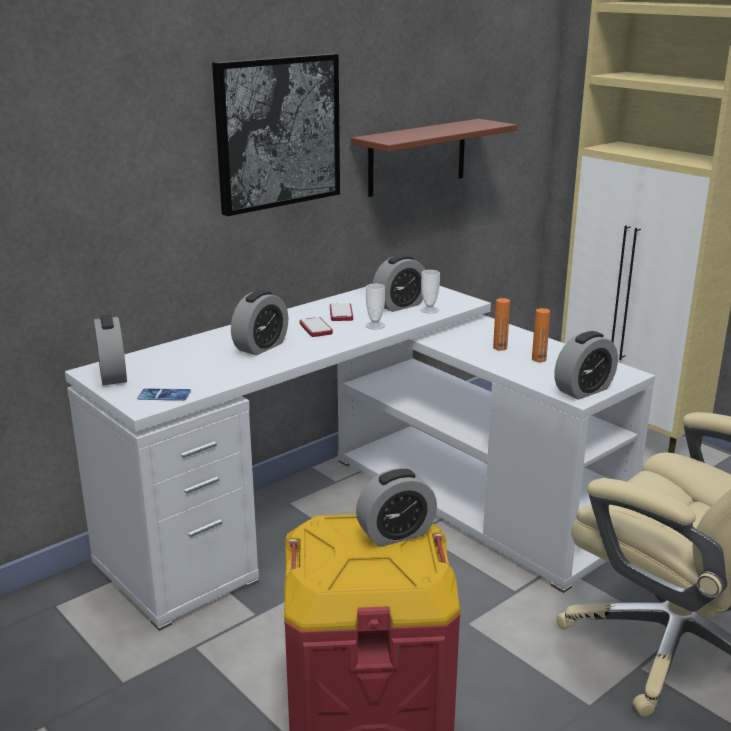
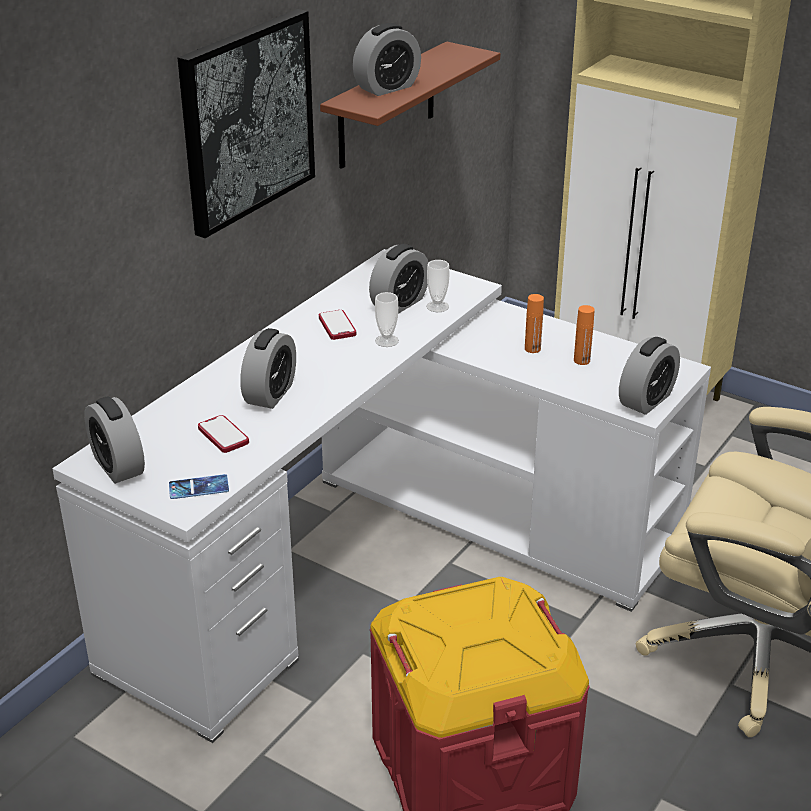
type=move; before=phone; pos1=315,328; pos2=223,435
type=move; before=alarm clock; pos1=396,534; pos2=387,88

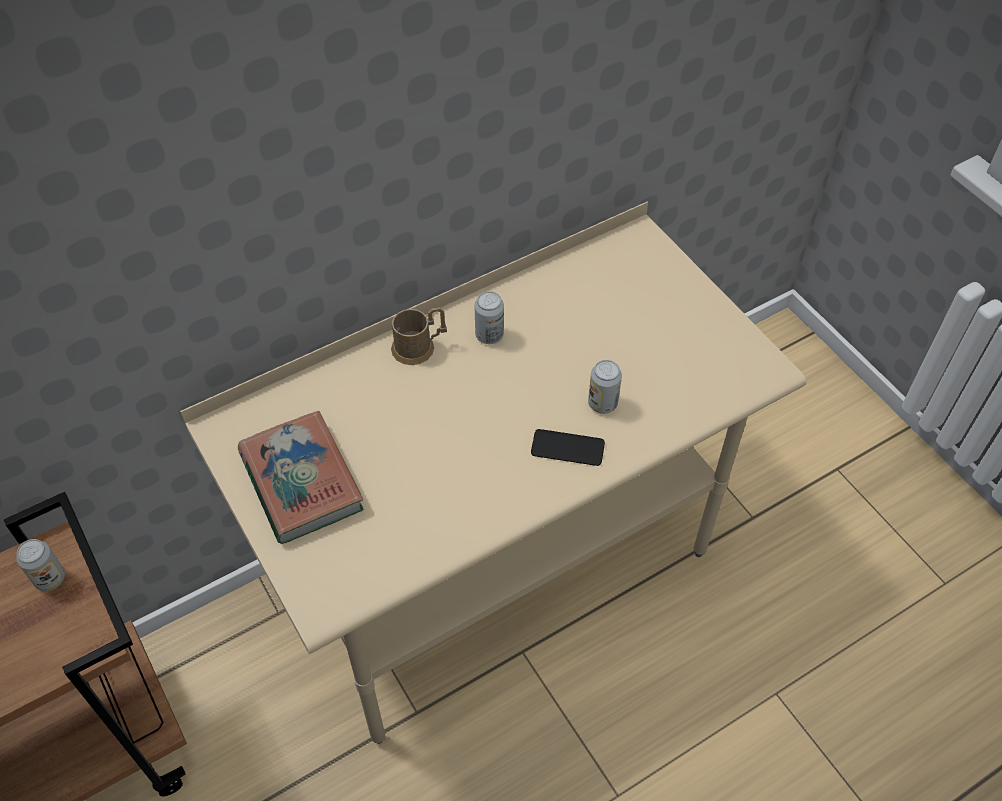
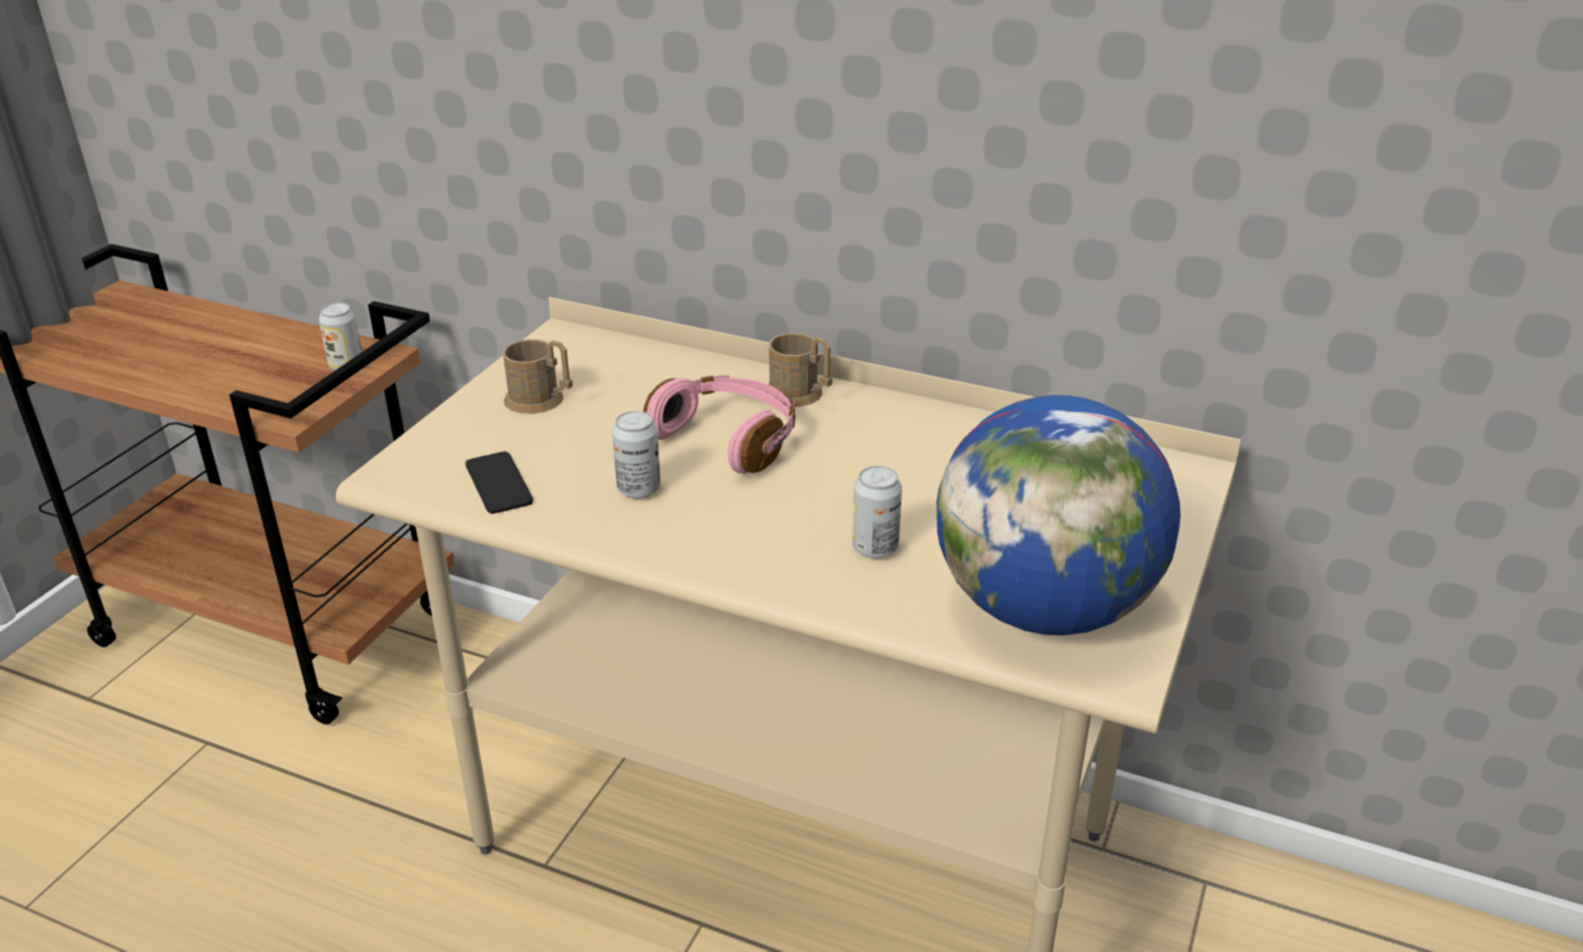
type=move; before=phone; pos1=567,448; pos2=499,483
type=replace; before=book; after=brown mug; pos1=301,481; pos2=541,401
type=move; before=can; pos1=489,335; pos2=639,489
type=insert; after=pink headphones; pos2=729,439
type=insert; after=globe; pos2=1045,609

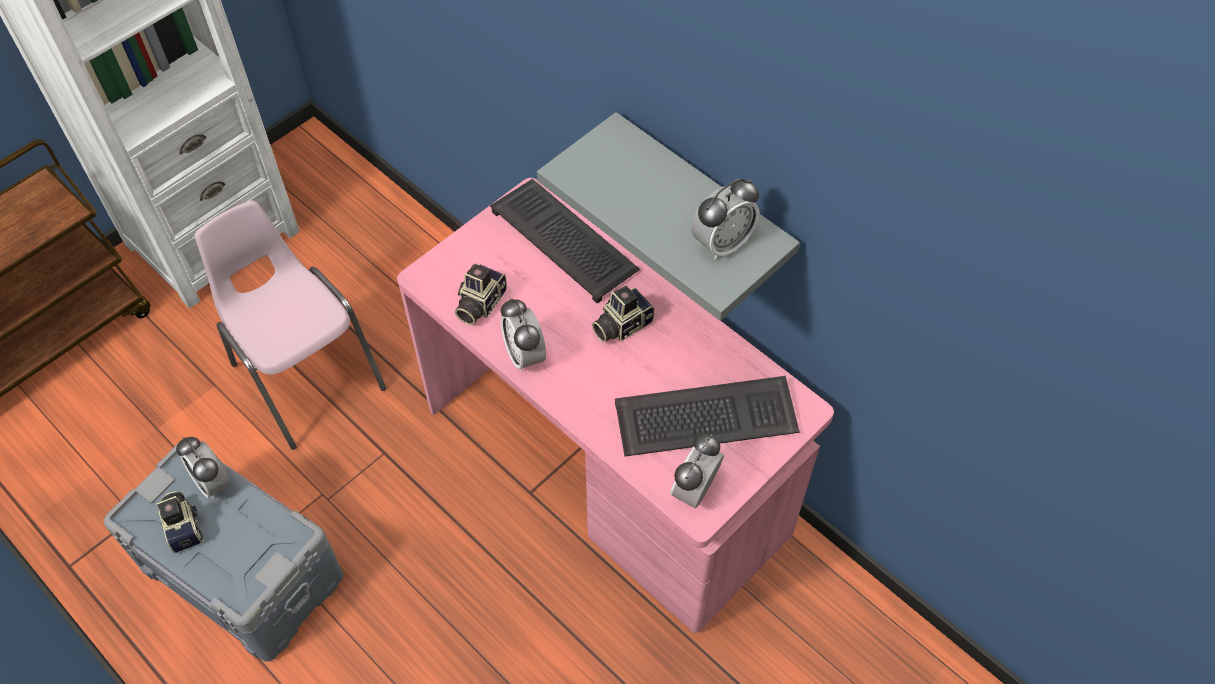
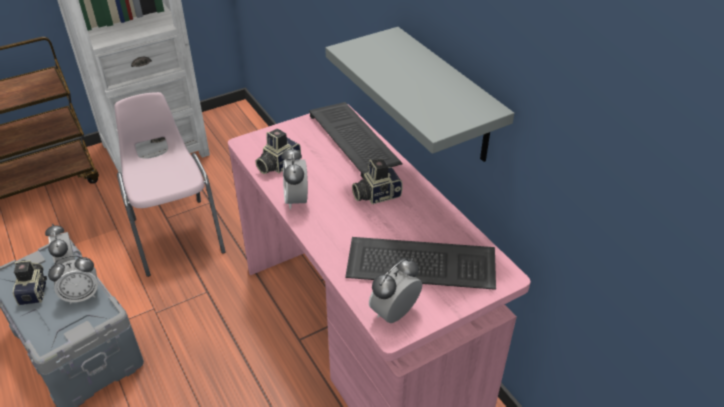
type=move; before=alarm clock; pos1=722,243; pos2=82,296

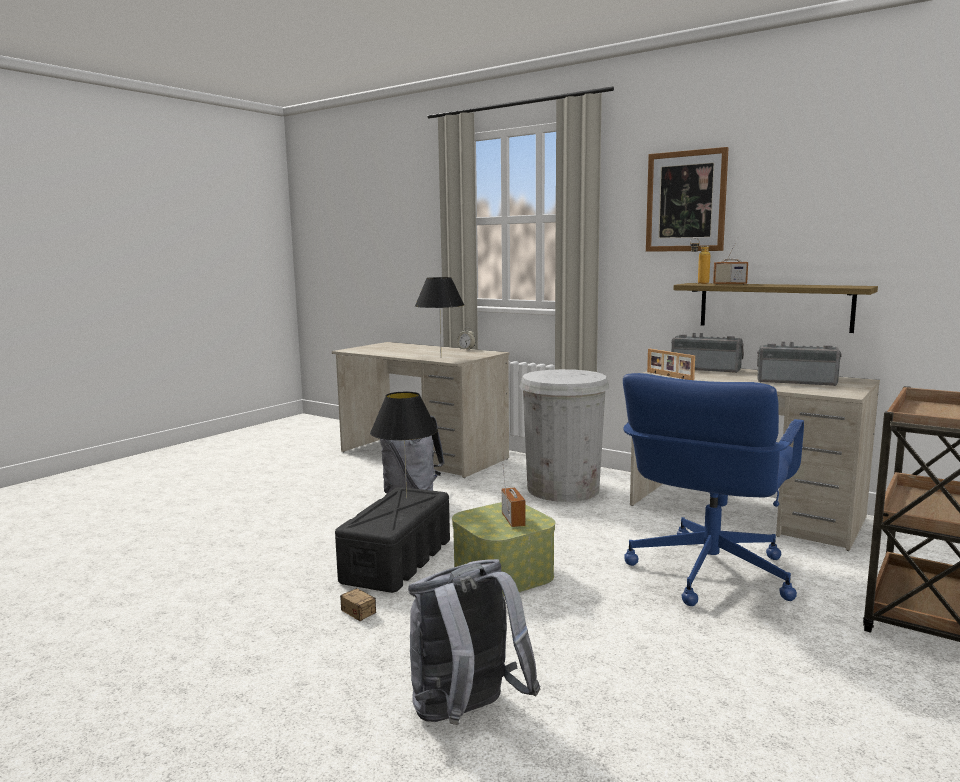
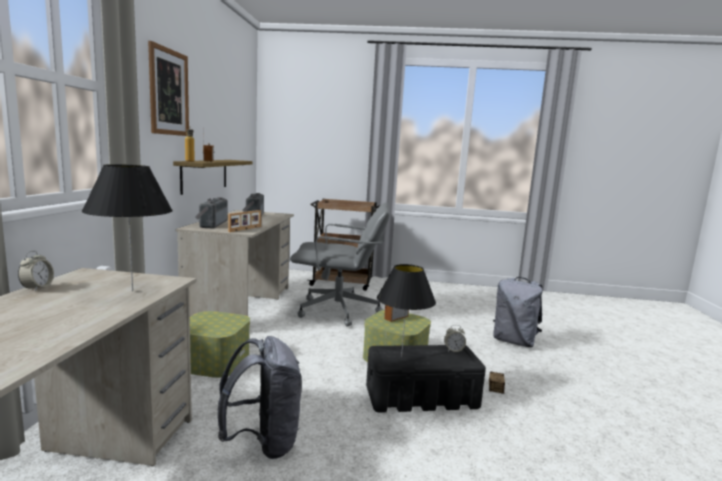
type=replace; before=white trash can; after=storage box; pos1=563,489; pos2=214,361
type=recolor; before=blue office chair; after=grey office chair; pos1=708,573; pos2=339,311
type=insert; after=alarm clock; pos2=453,350

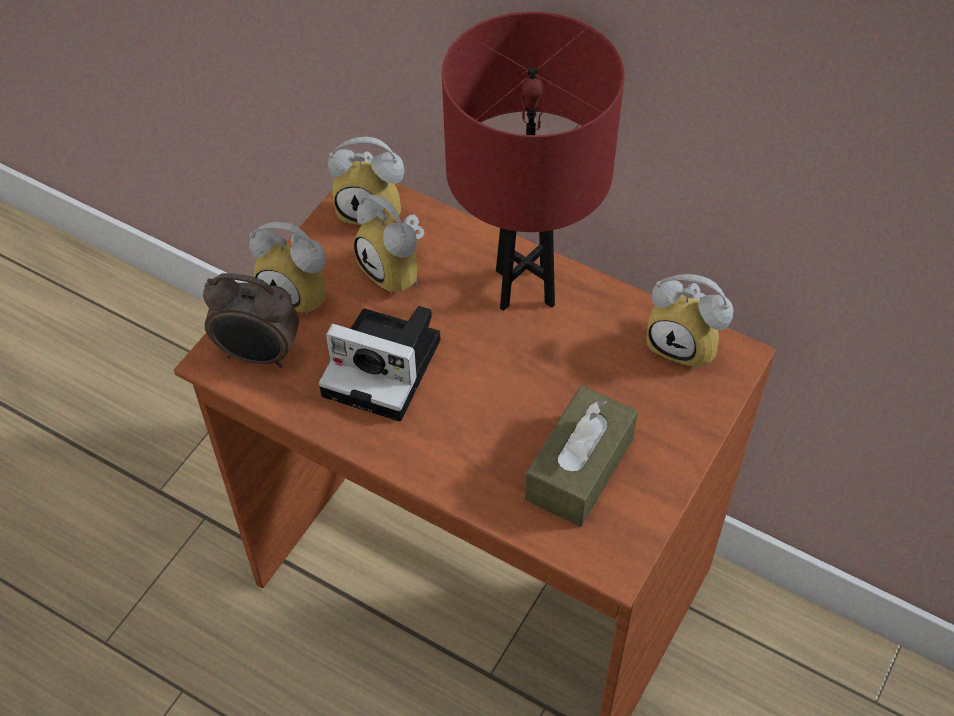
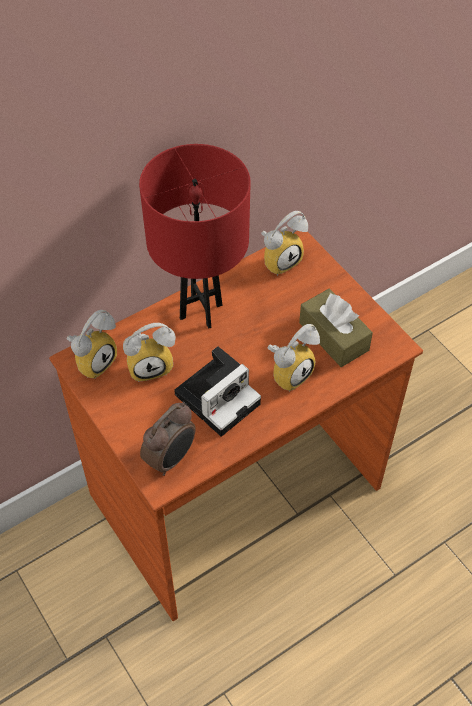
type=move; before=alarm clock; pos1=301,291; pos2=289,372

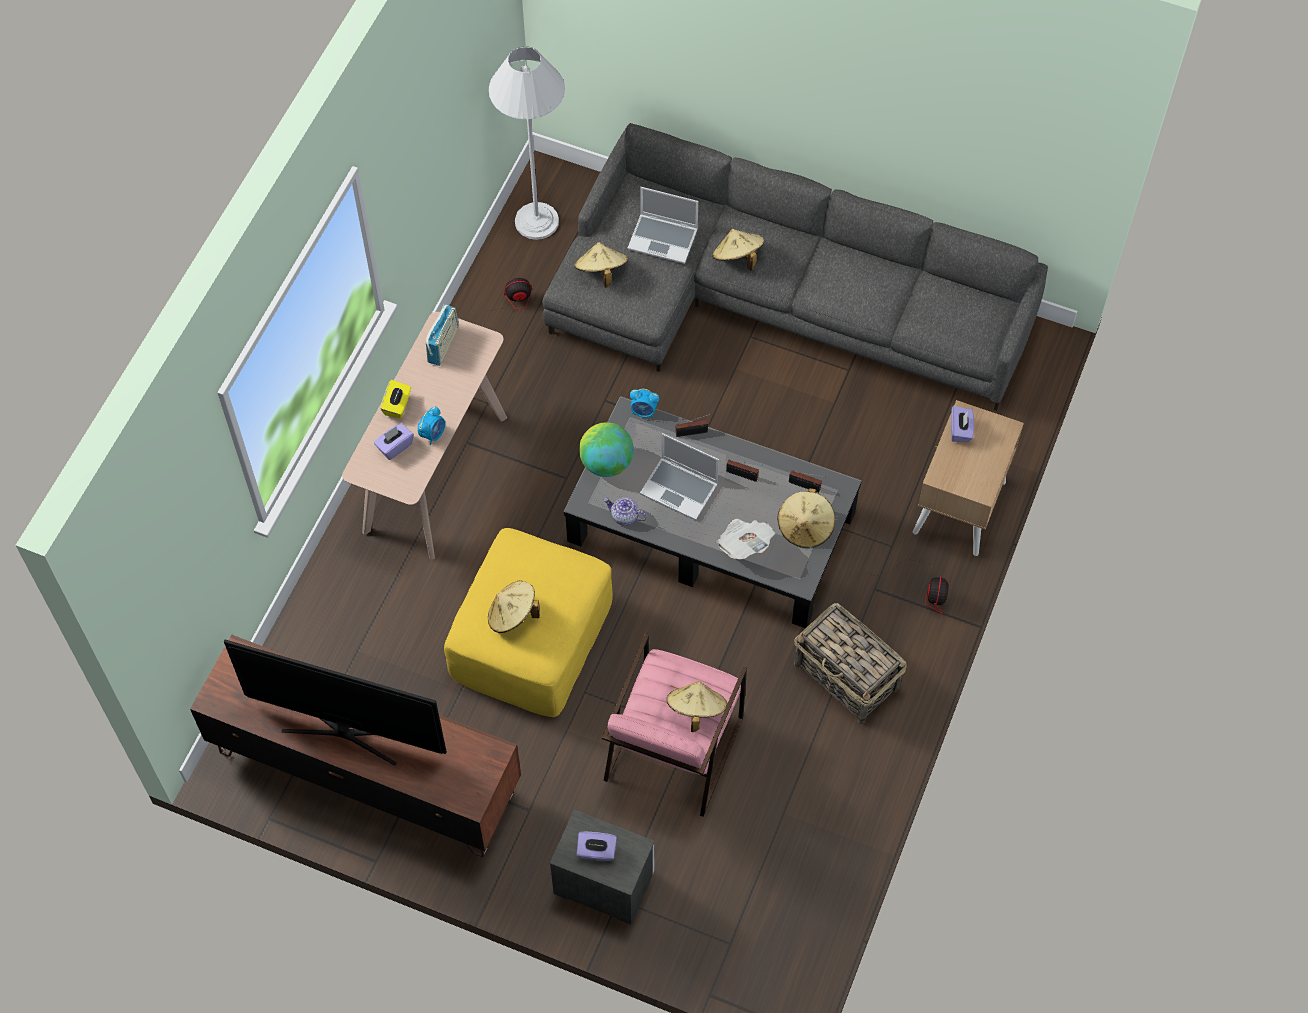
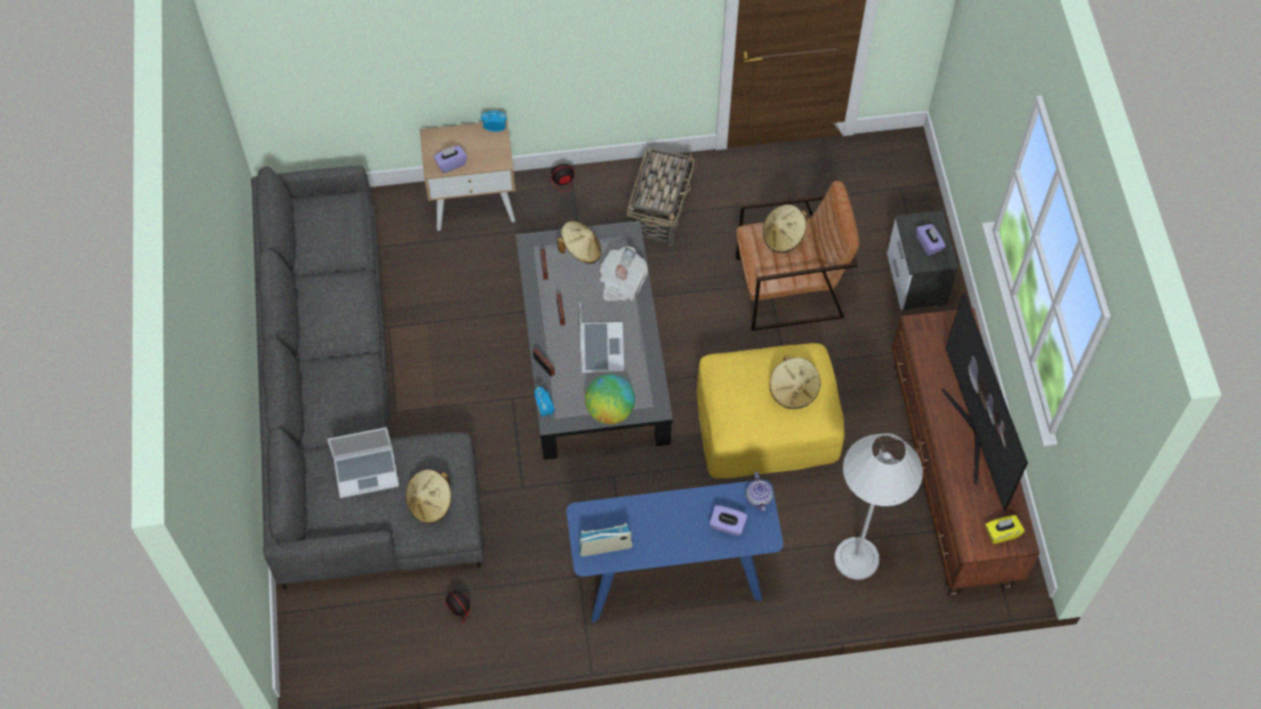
type=rotate; before=laptop; pos1=664,239; pos2=367,472; turn=90
type=move; before=alarm clock; pos1=433,434; pos2=495,128
type=recolor; before=beige console table; after=blue console table; pos1=435,473; pos2=671,577
type=recolor; before=pink armchair; after=brown armchair; pos1=673,748; pos2=789,288
type=move; before=teapot; pos1=624,516; pos2=759,498
type=move; before=white floor lamp; pos1=536,221; pos2=856,558
type=move; before=yellow tissue box; pos1=397,406; pos2=1002,533
type=delete; before=beige hat; pos1=737,258

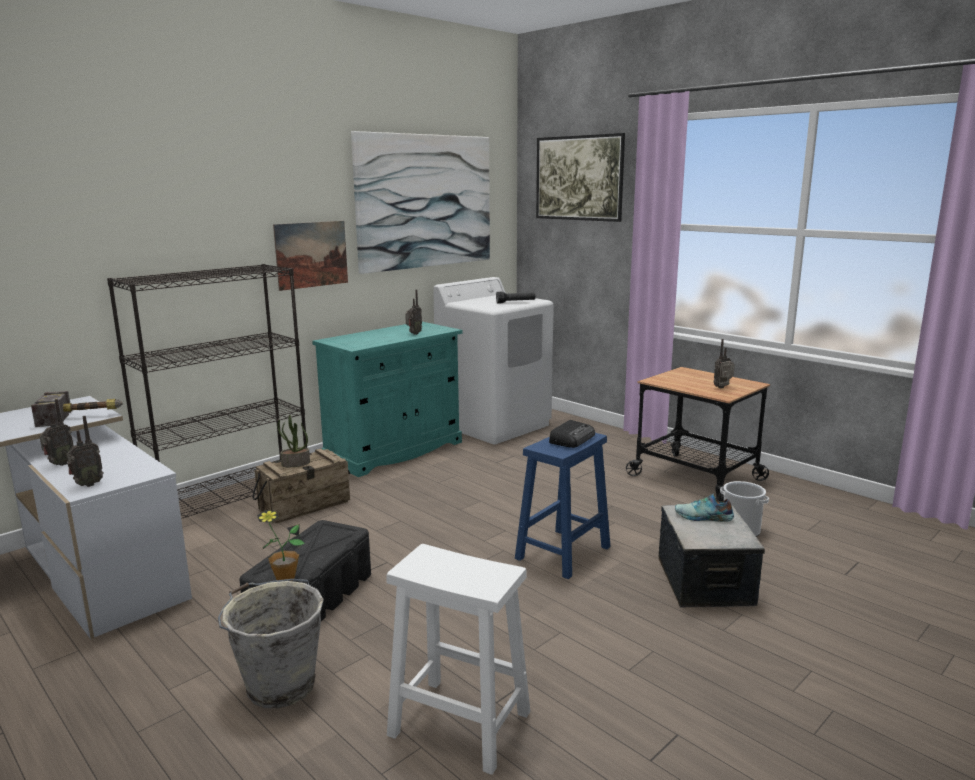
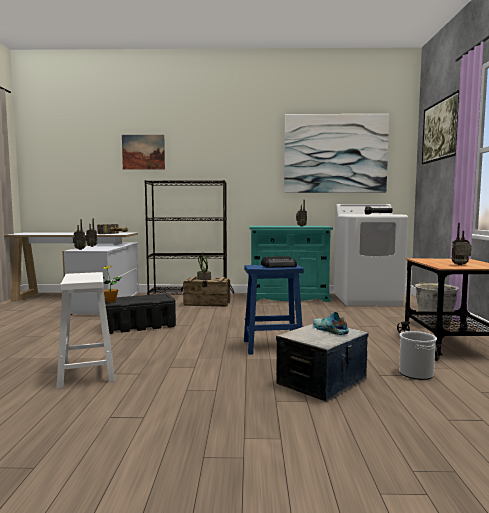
type=move; before=picture; pos1=311,254; pos2=143,152
type=move; before=grey bucket; pos1=279,684; pos2=433,324

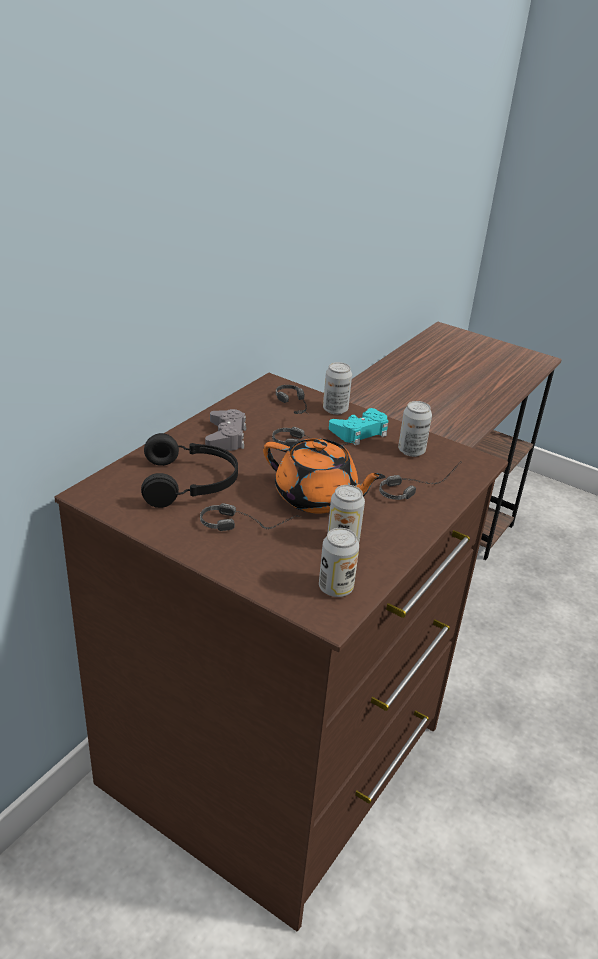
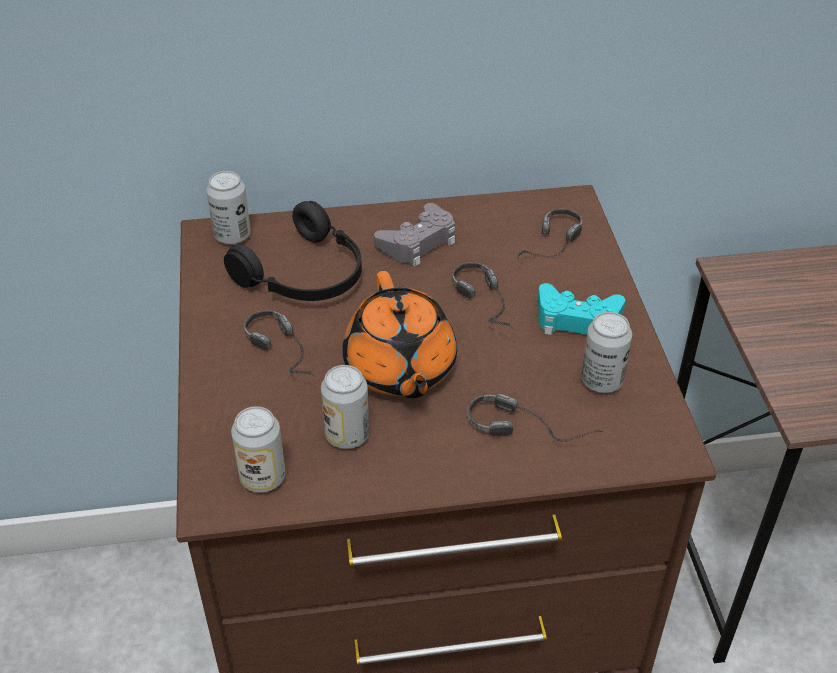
type=move; before=can; pos1=335,409; pos2=232,235

